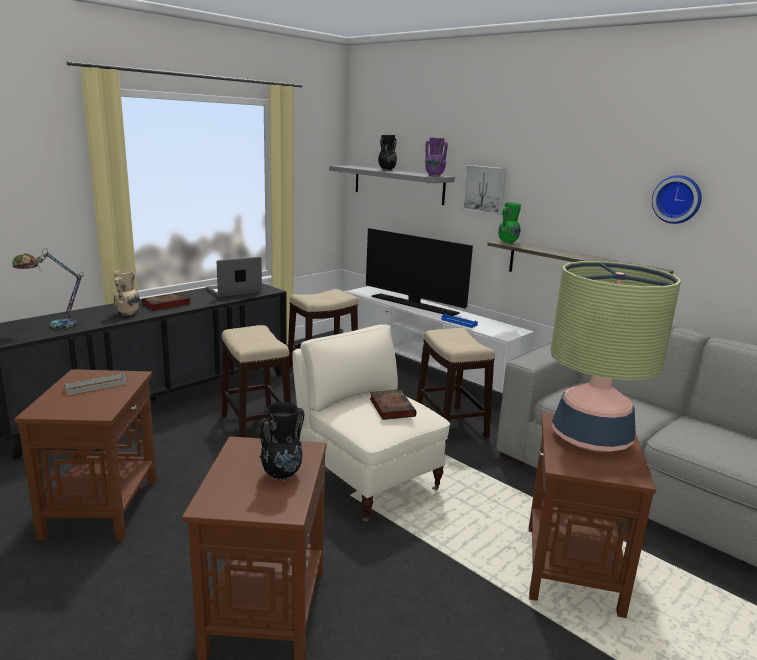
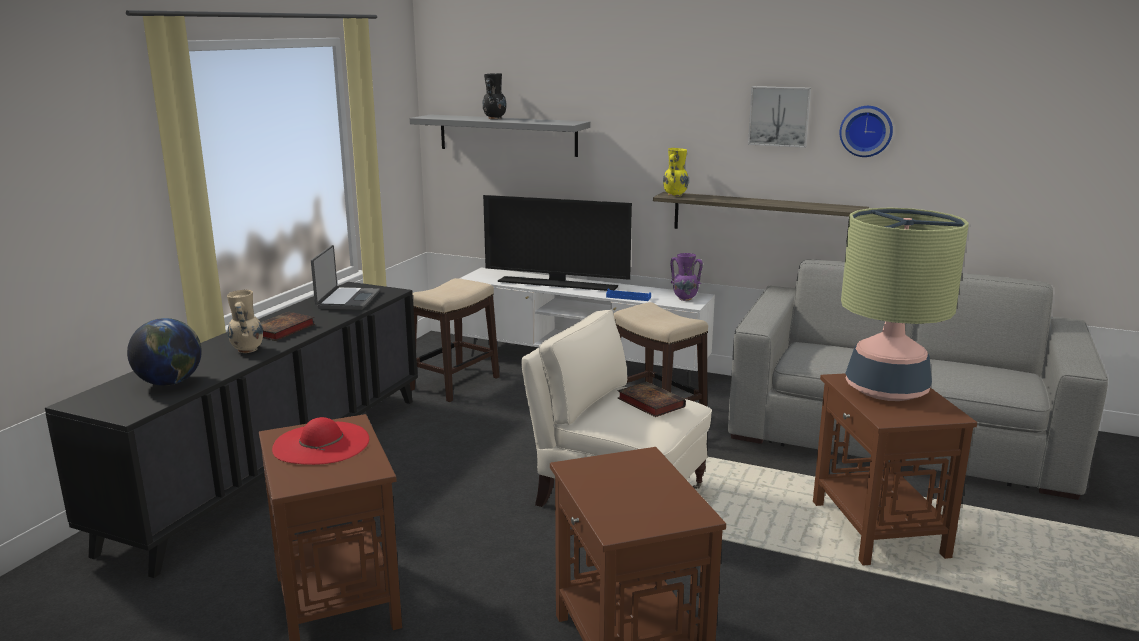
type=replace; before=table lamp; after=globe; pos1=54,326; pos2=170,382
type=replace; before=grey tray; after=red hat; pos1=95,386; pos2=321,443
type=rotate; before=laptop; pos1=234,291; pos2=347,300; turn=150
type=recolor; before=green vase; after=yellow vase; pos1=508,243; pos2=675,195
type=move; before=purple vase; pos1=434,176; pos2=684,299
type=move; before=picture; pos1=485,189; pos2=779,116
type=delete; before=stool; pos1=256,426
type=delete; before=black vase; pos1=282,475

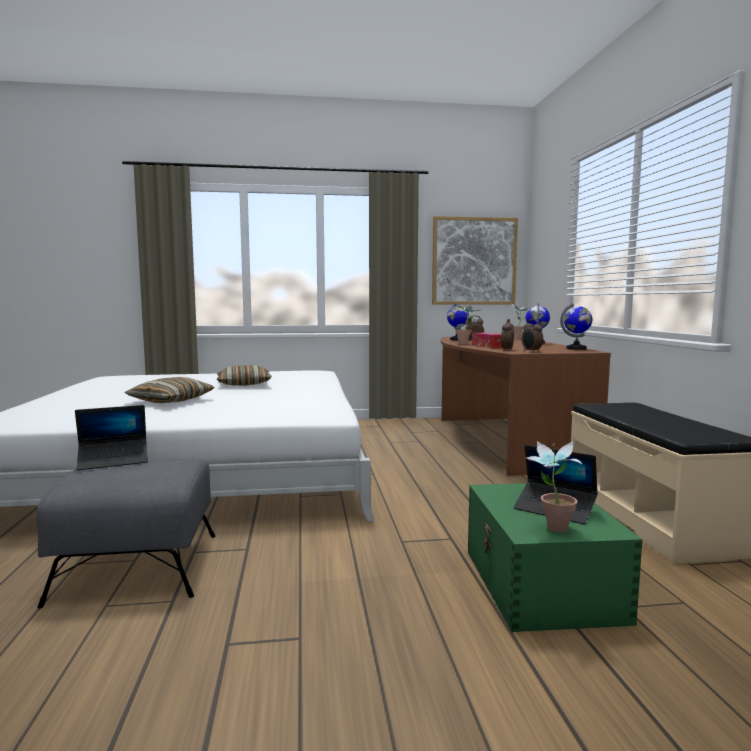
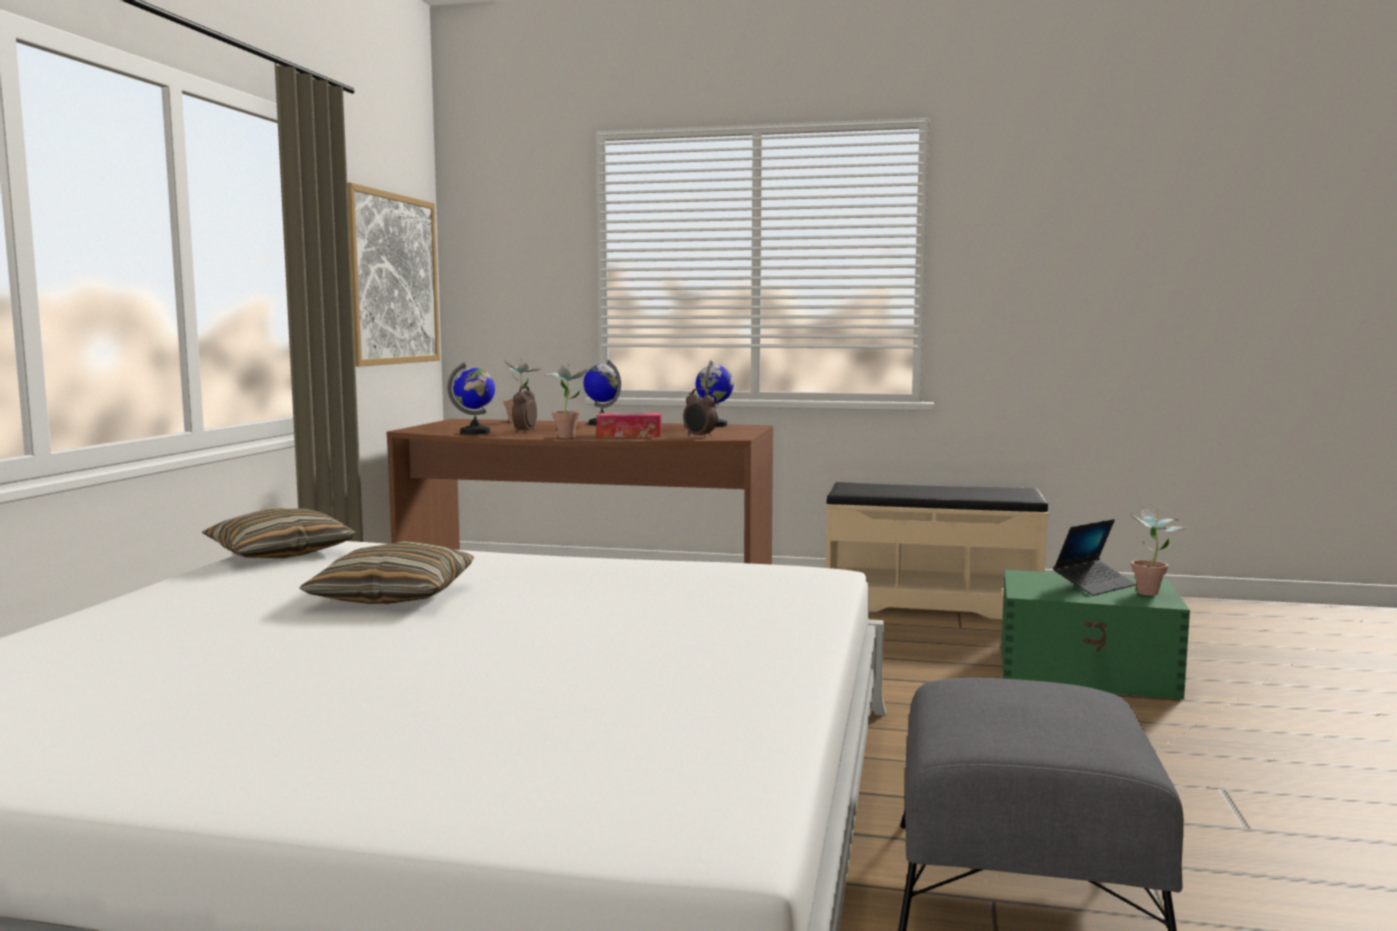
type=move; before=pillow; pos1=171,400; pos2=280,553
type=delete; before=laptop; pos1=114,461
type=delete; before=alarm clock; pos1=531,351

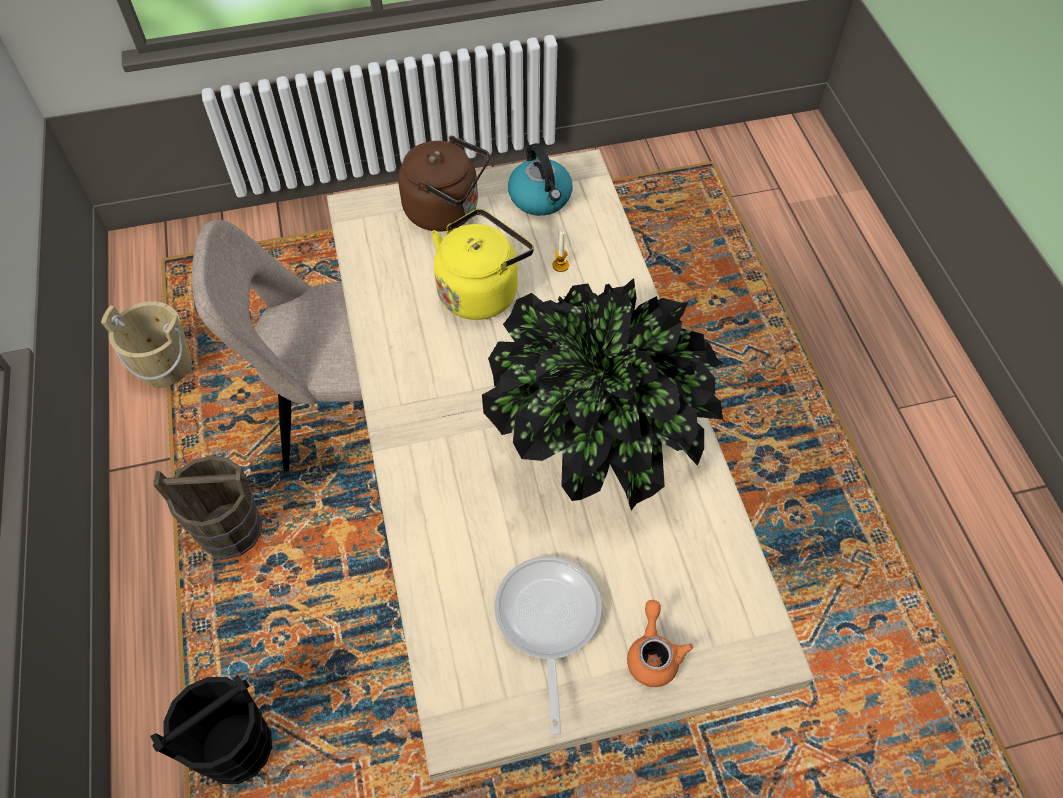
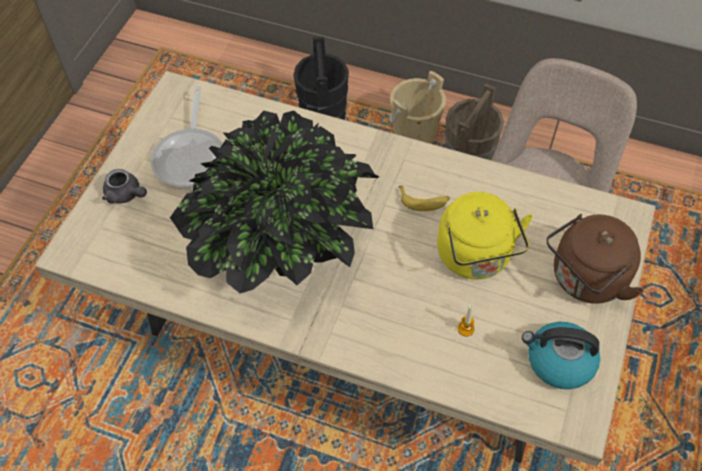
type=recolor; before=orange teapot; after=grey teapot; pos1=653,654; pos2=126,195
type=rotate; before=frying pan; pos1=547,622; pos2=191,156; turn=60
type=move; before=beige bucket; pos1=165,366; pos2=415,132
type=insert; after=banana; pos2=423,201

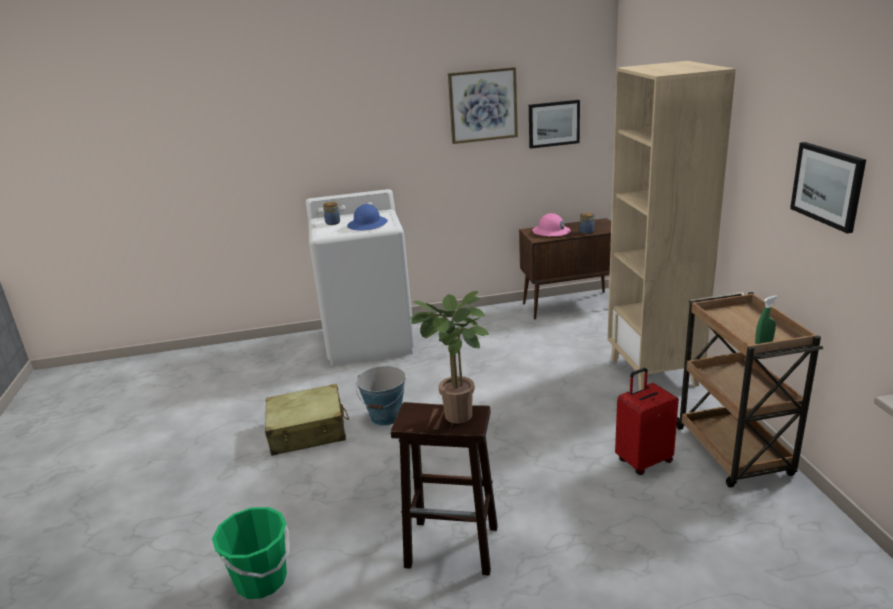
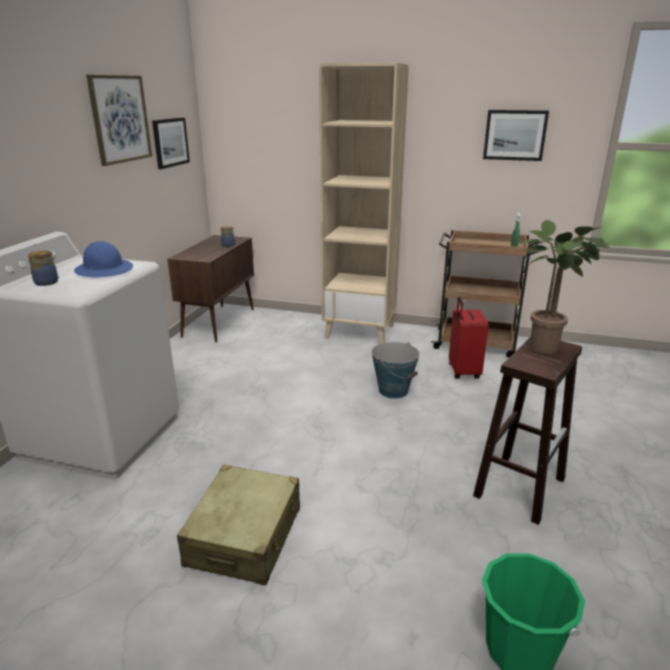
type=move; before=bucket; pos1=386,417; pos2=393,391
type=delete; before=pink hard hat; pos1=551,232

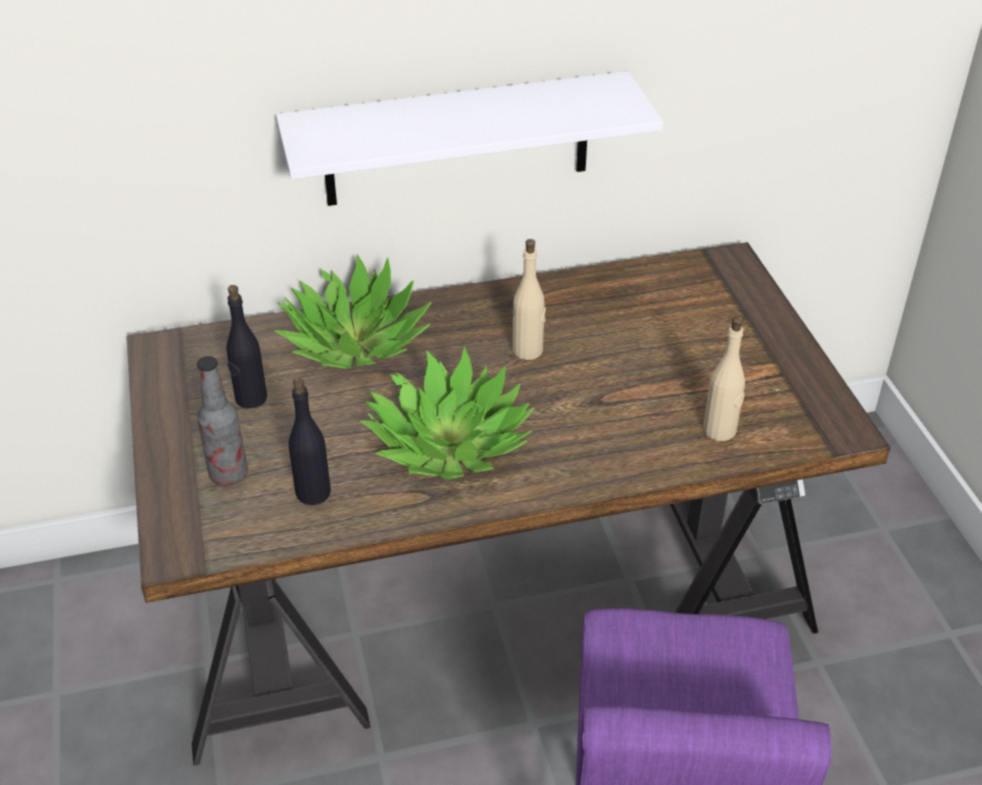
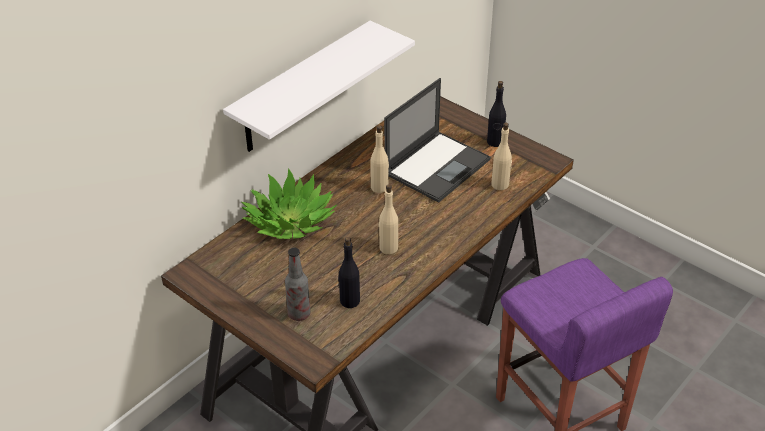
type=replace; before=potted plant; after=beige bottle; pos1=448,443; pos2=388,248
type=insert; after=laptop; pos2=437,166
type=move; before=black bottle; pos1=250,398; pos2=495,142

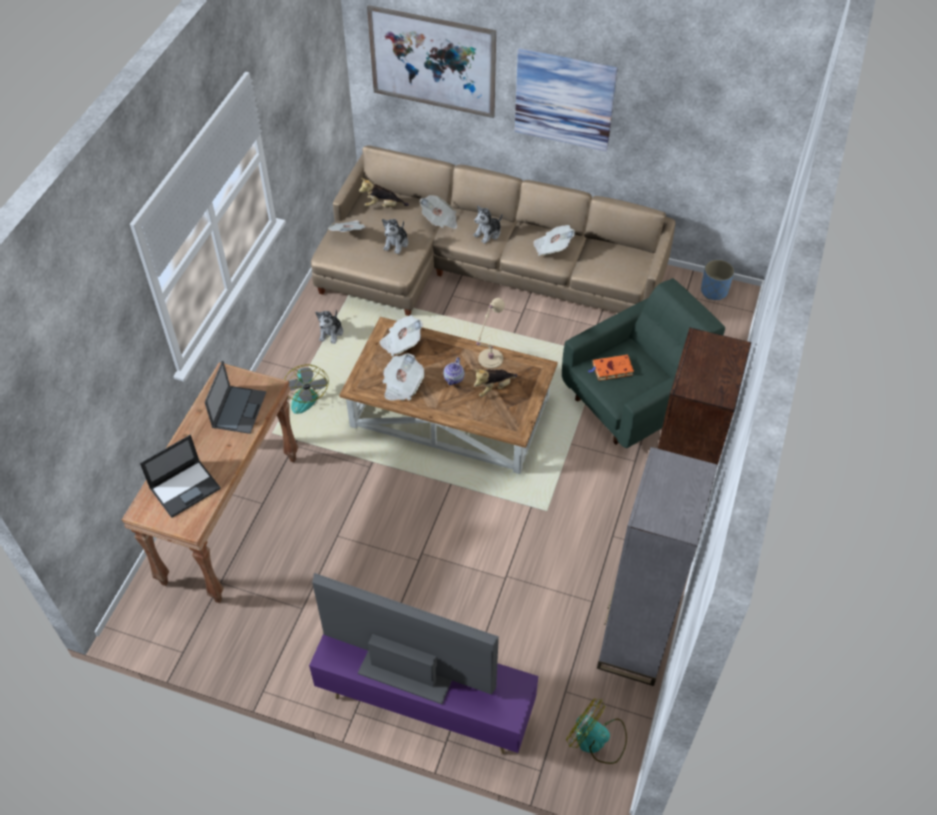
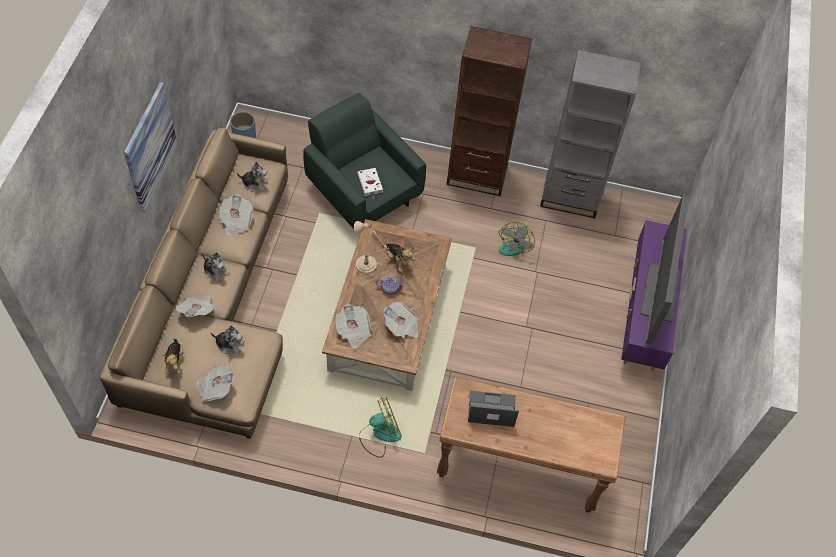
type=move; before=plush toy; pos1=331,333; pos2=255,183
type=recolor; before=orange book; after=white book; pos1=611,369; pos2=370,184
type=move; before=fan; pos1=597,740; pos2=514,244
type=delete; before=laptop; pos1=185,488
type=delete; before=picture; pos1=432,62

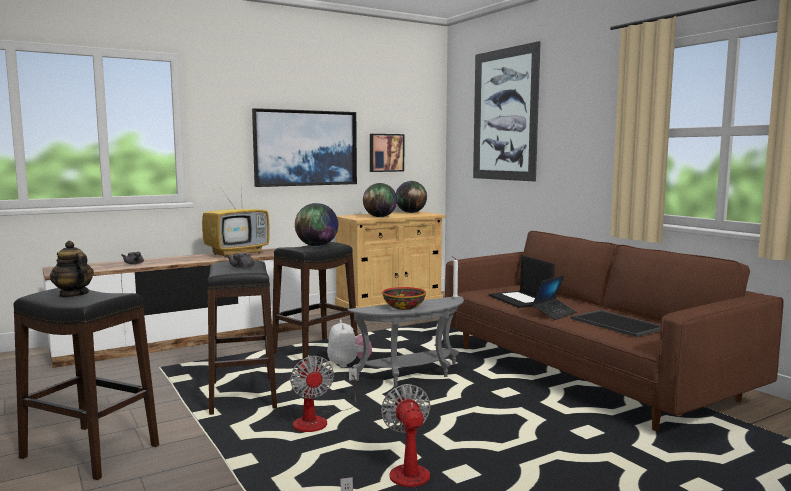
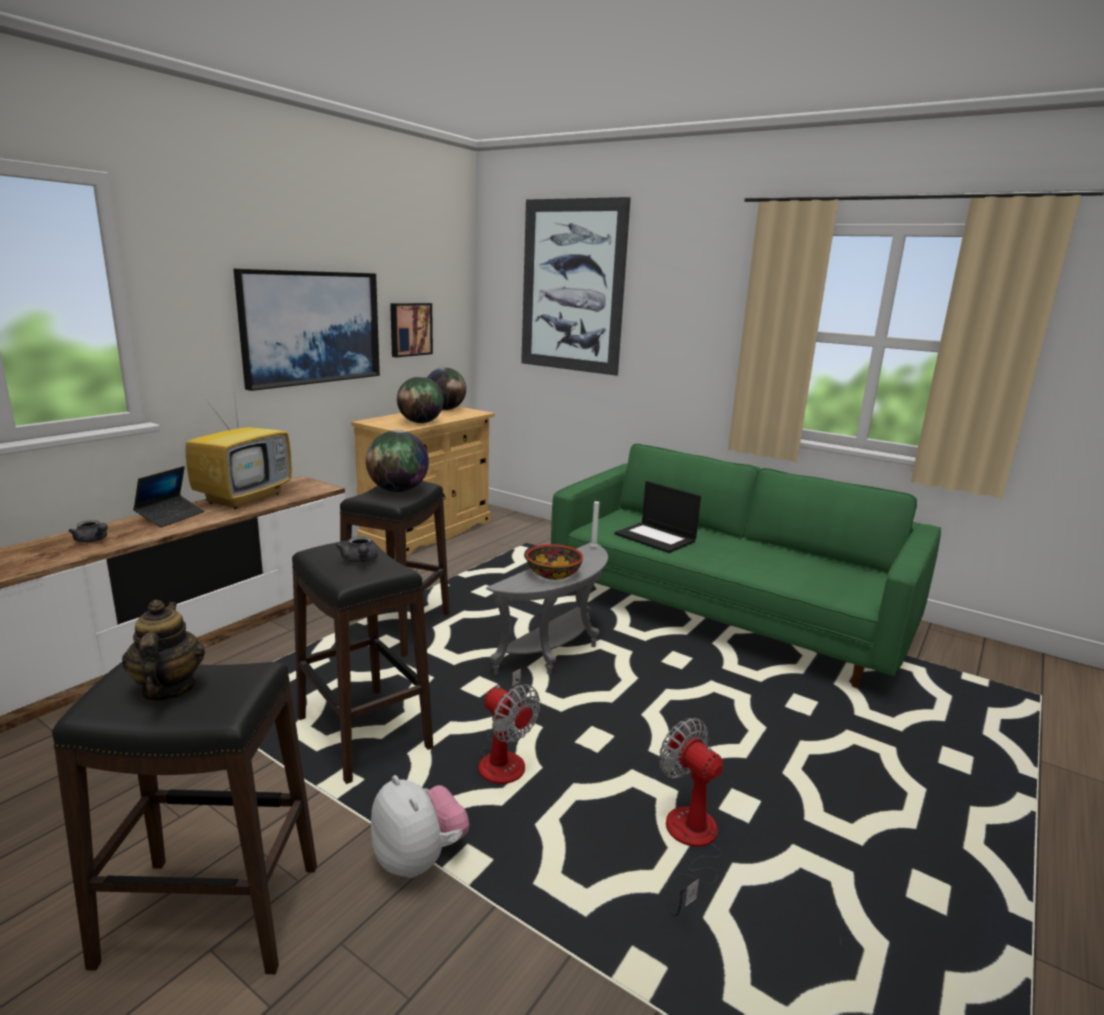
type=rotate; before=teapot; pos1=73,295; pos2=167,689; turn=60
type=move; before=laptop; pos1=554,313; pos2=171,516
type=move; before=plush toy; pos1=348,365; pos2=419,859
type=recolor; before=brown sofa; after=green sofa; pos1=586,372; pos2=726,612
type=delete; before=tray; pos1=618,324

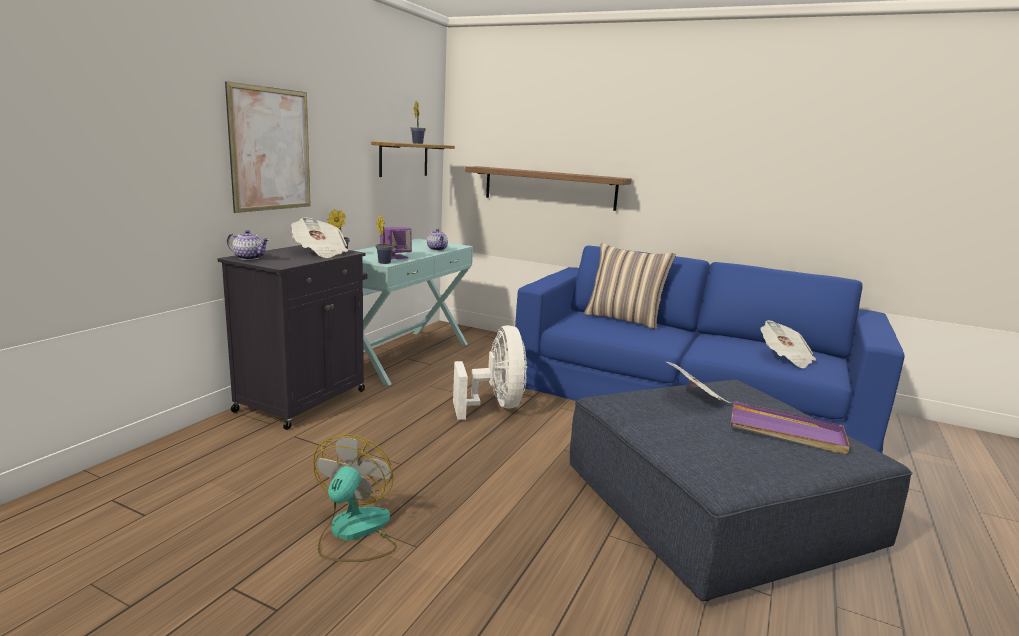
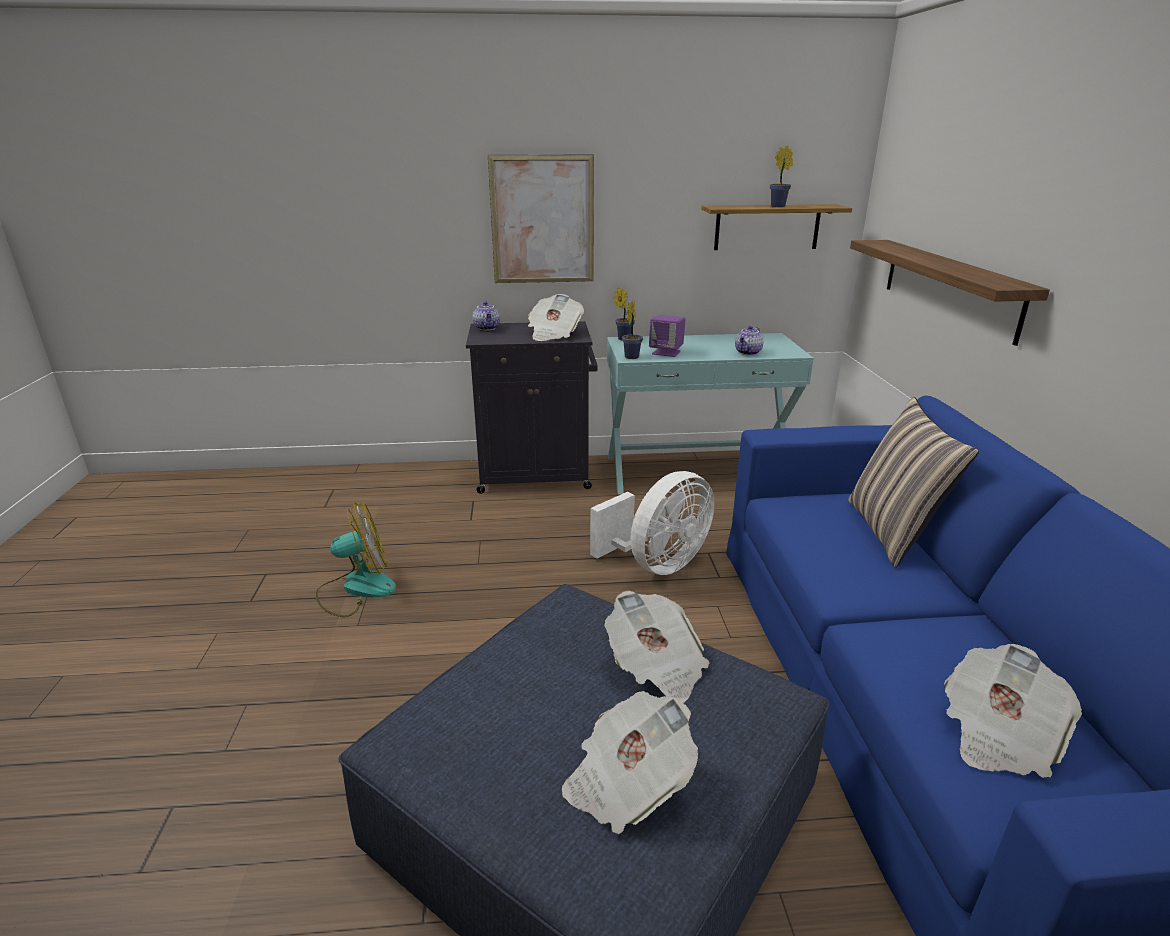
type=replace; before=purple tray; after=newspaper; pos1=786,431; pos2=627,783

